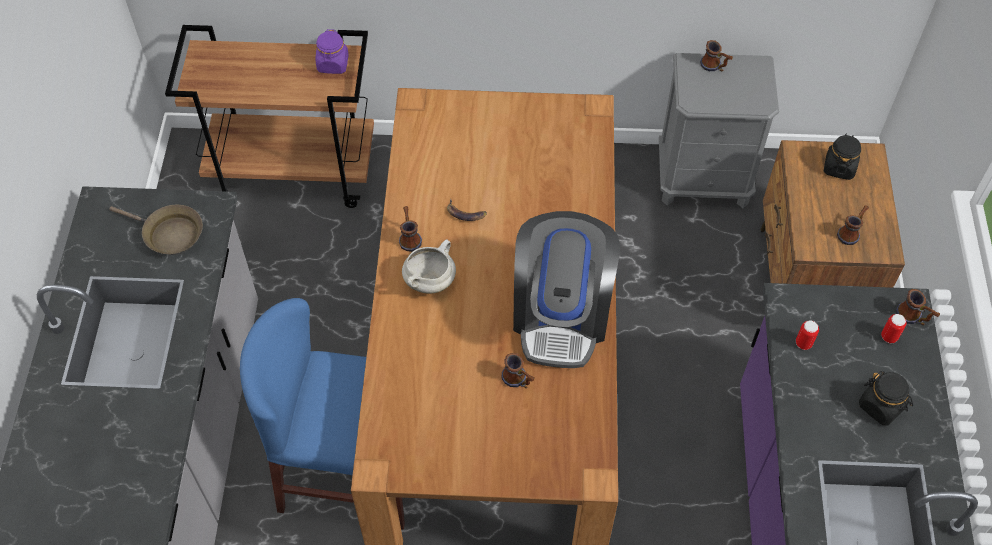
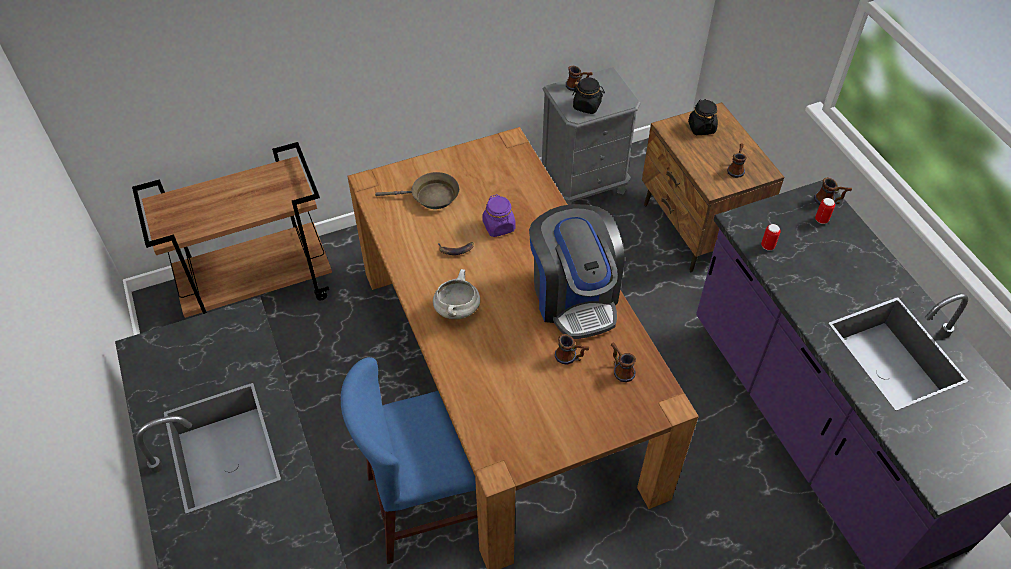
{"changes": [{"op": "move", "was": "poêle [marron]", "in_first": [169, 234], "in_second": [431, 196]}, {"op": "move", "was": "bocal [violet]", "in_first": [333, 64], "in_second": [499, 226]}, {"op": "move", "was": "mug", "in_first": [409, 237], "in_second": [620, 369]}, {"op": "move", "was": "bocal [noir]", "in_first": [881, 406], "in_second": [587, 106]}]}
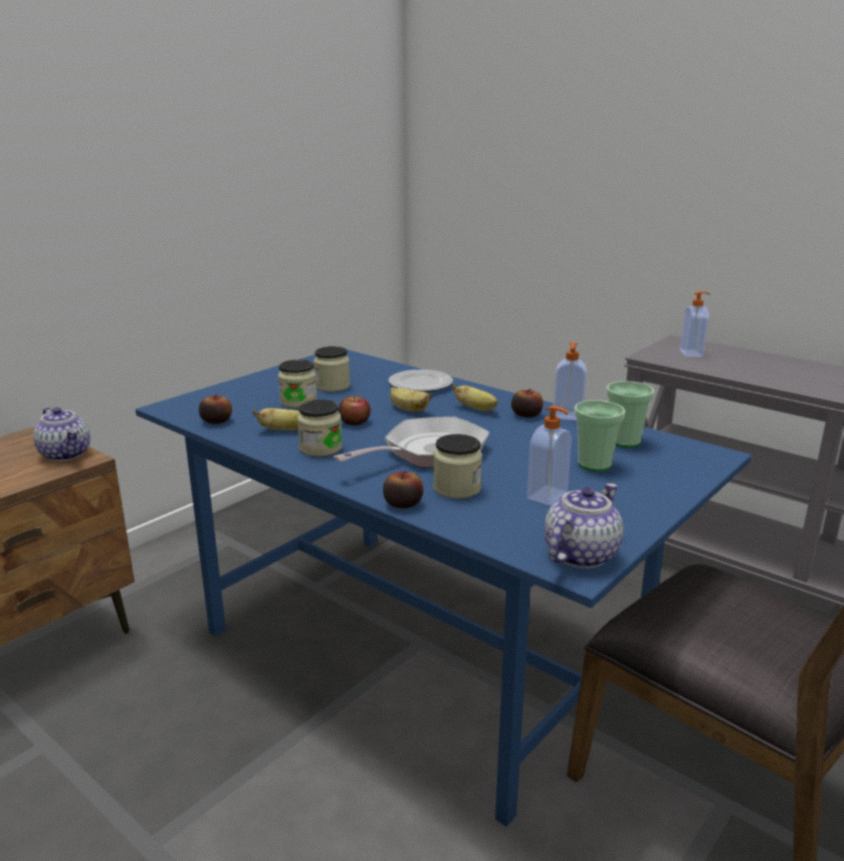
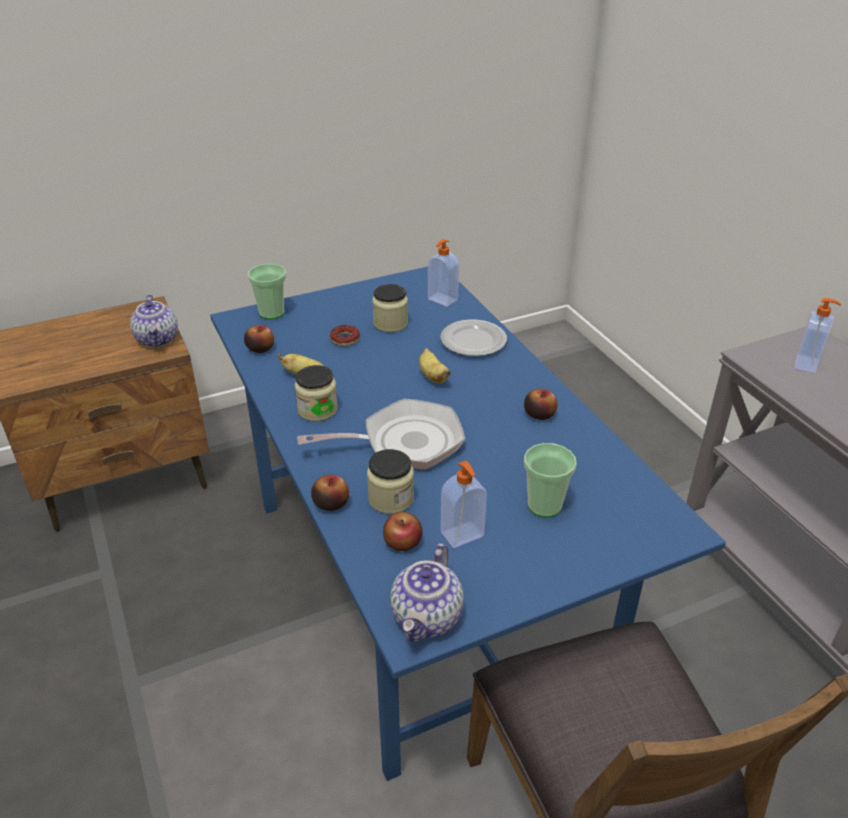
{"changes": [{"op": "delete", "was": "banane", "in_first": [476, 409]}, {"op": "move", "was": "pomme", "in_first": [355, 422], "in_second": [403, 542]}, {"op": "move", "was": "distributeur de savon", "in_first": [567, 416], "in_second": [442, 300]}, {"op": "move", "was": "tasse", "in_first": [624, 441], "in_second": [272, 313]}, {"op": "replace", "was": "bocal", "now": "beignet", "in_first": [298, 402], "in_second": [345, 339]}, {"op": "rotate", "was": "théière", "in_first": [580, 554], "in_second": [427, 618], "clockwise": 135}]}
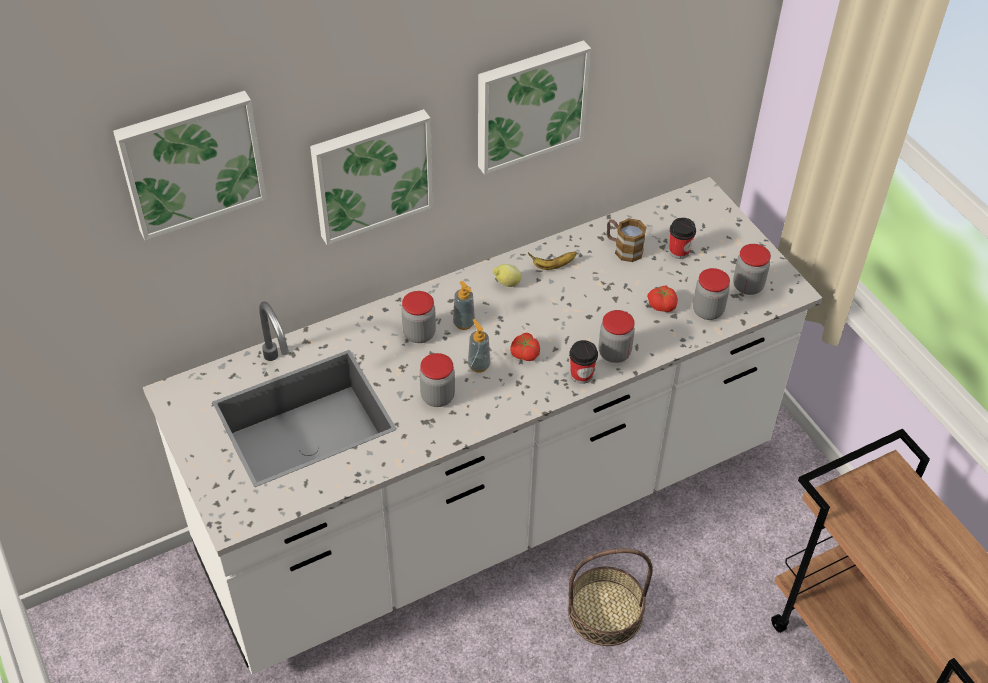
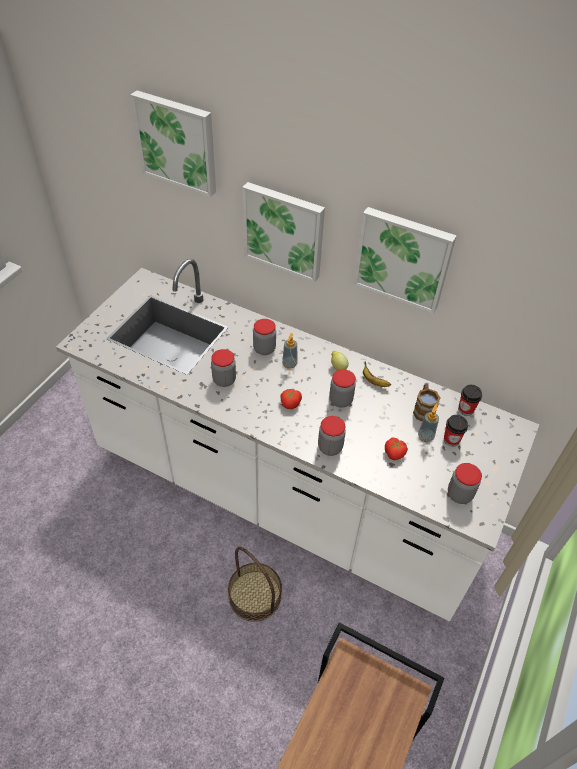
{"changes": [{"op": "move", "was": "distributeur de savon", "in_first": [478, 365], "in_second": [425, 436]}, {"op": "move", "was": "tasse", "in_first": [581, 375], "in_second": [466, 409]}, {"op": "move", "was": "bocal", "in_first": [707, 311], "in_second": [340, 400]}]}
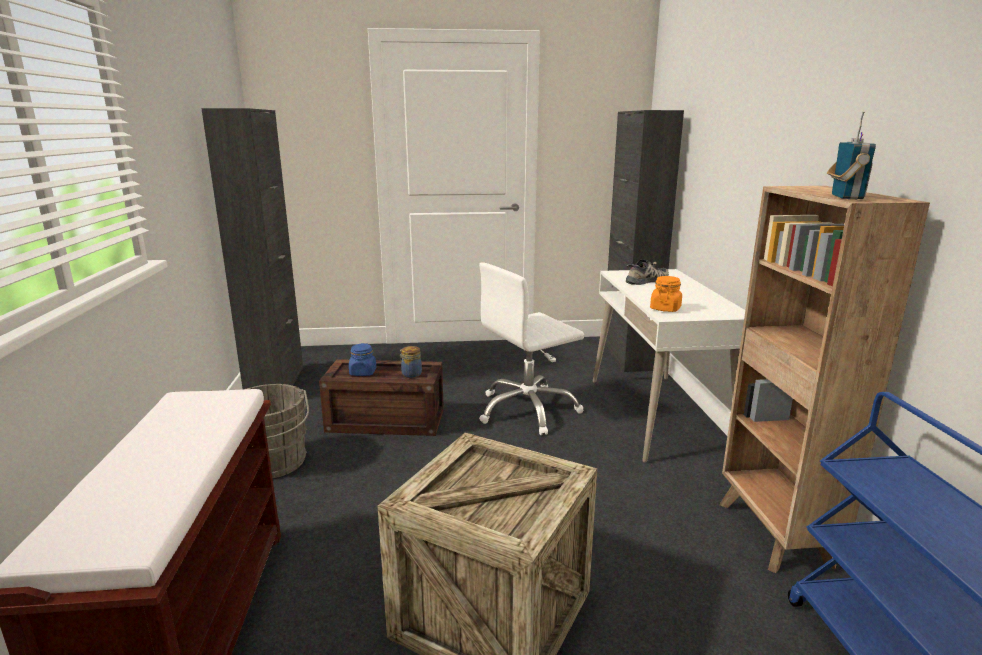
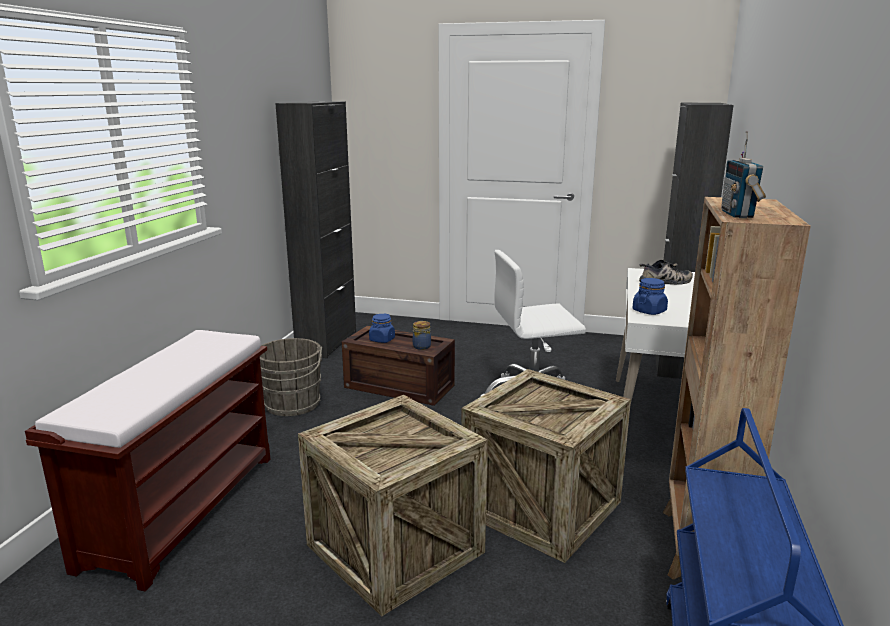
{"changes": [{"op": "insert", "now": "caisse", "in_second": [541, 507]}, {"op": "recolor", "was": "bocal [orange]", "now": "bocal [bleu]", "in_first": [665, 309], "in_second": [649, 311]}, {"op": "rotate", "was": "radio", "in_first": [845, 197], "in_second": [738, 214], "clockwise": 150}]}
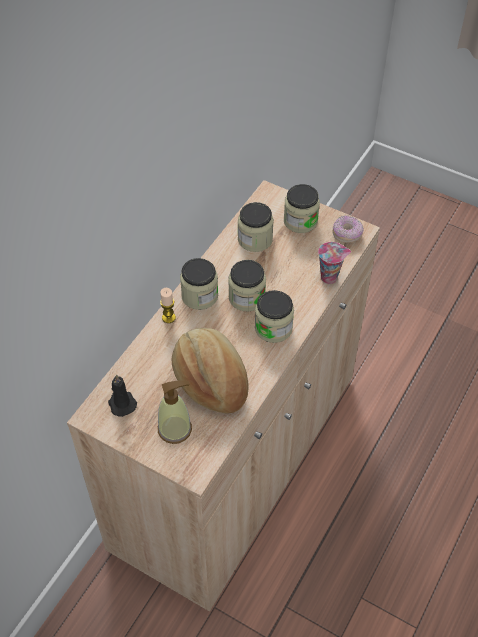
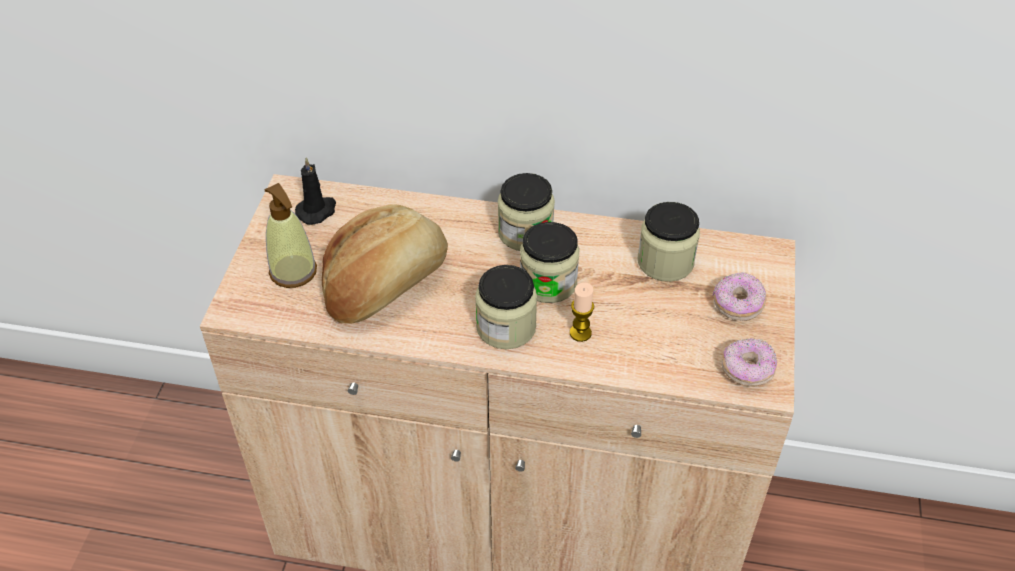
{"changes": [{"op": "delete", "was": "tasse", "in_first": [330, 277]}, {"op": "move", "was": "bougie", "in_first": [168, 317], "in_second": [580, 333]}, {"op": "replace", "was": "bocal", "now": "beignet", "in_first": [300, 221], "in_second": [737, 305]}]}
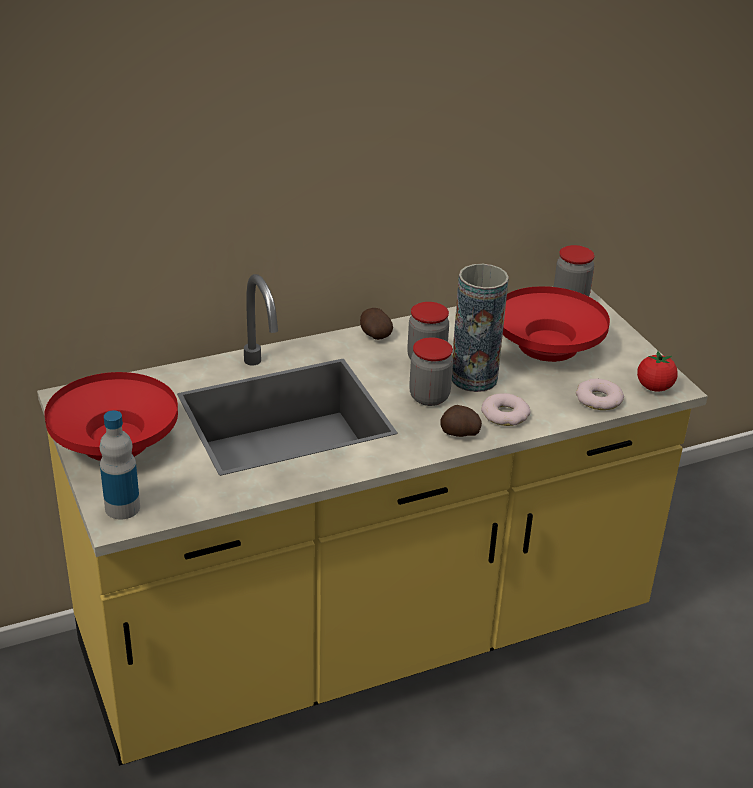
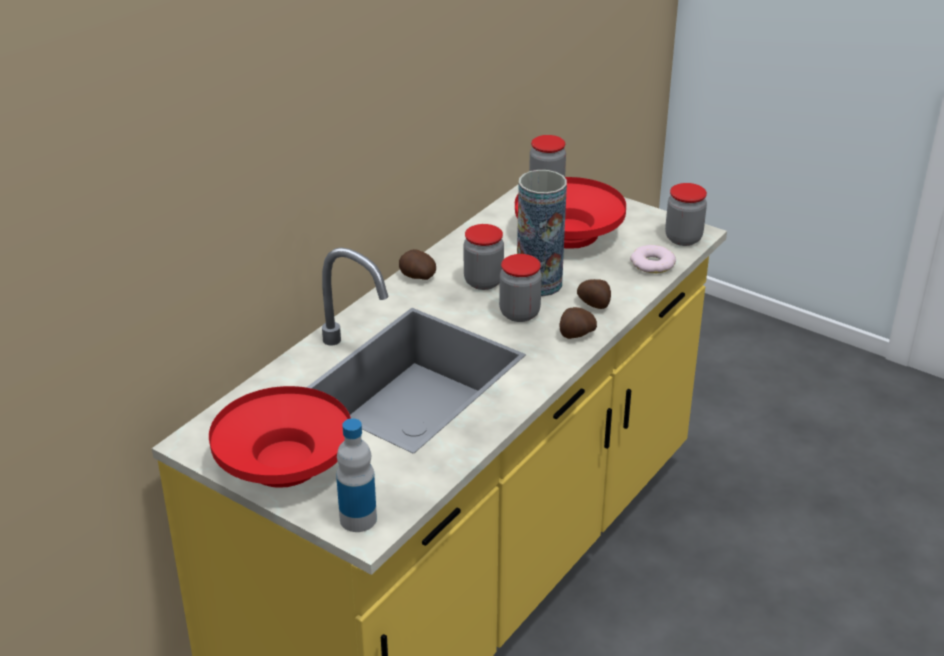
{"changes": [{"op": "replace", "was": "beignet", "now": "pomme de terre", "in_first": [505, 414], "in_second": [594, 304]}, {"op": "replace", "was": "tomate", "now": "bocal", "in_first": [654, 387], "in_second": [683, 238]}]}
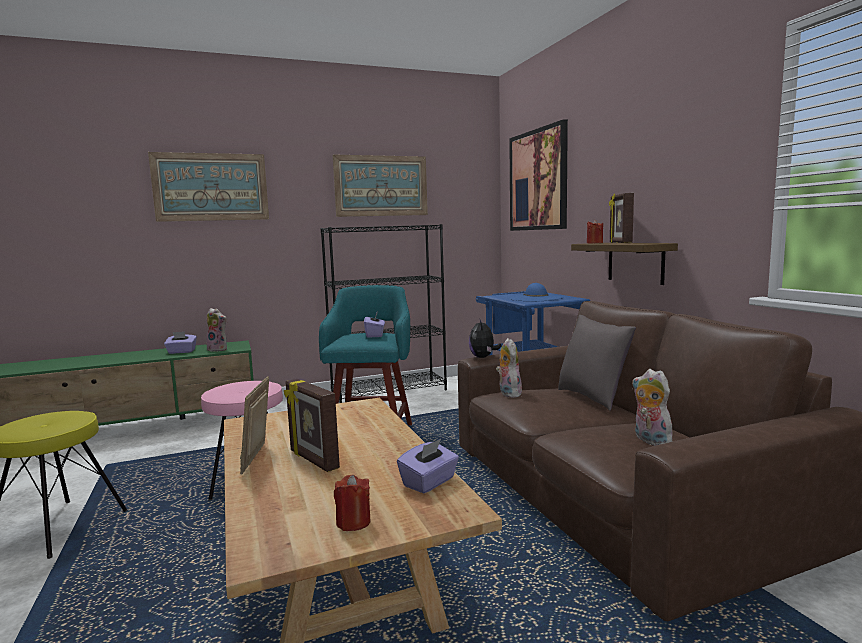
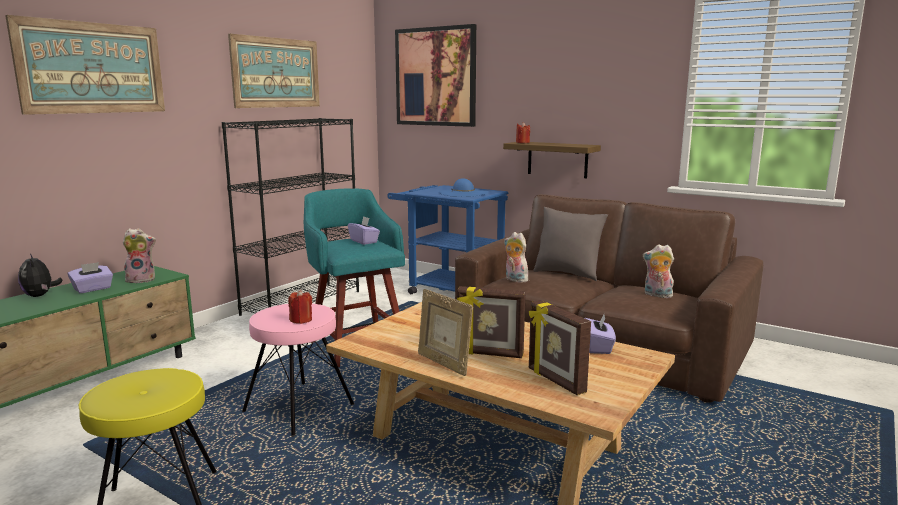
{"changes": [{"op": "move", "was": "bougie [rouge]", "in_first": [353, 522], "in_second": [301, 320]}, {"op": "move", "was": "peluche", "in_first": [483, 357], "in_second": [40, 295]}, {"op": "move", "was": "cadre photo", "in_first": [619, 243], "in_second": [555, 381]}]}
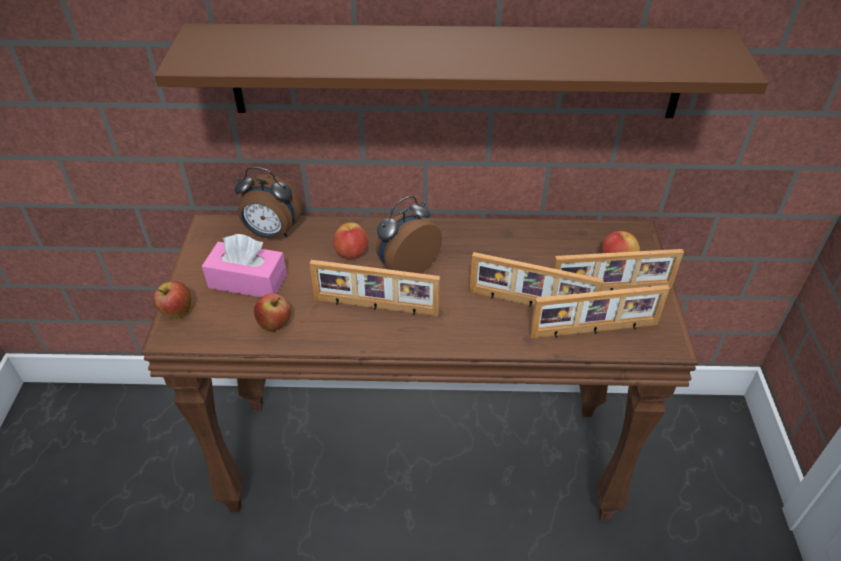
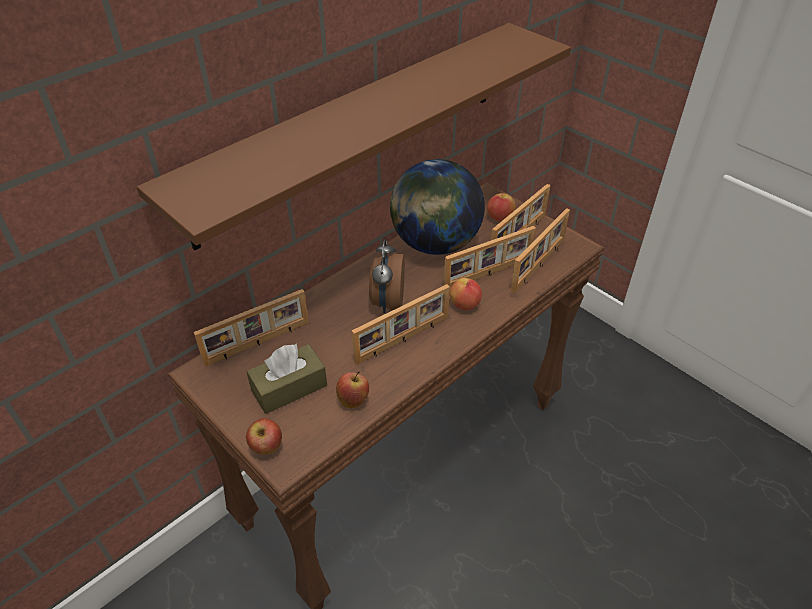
{"changes": [{"op": "insert", "now": "globe", "in_second": [435, 244]}, {"op": "move", "was": "pomme", "in_first": [351, 253], "in_second": [465, 305]}, {"op": "replace", "was": "réveil", "now": "cadre photo", "in_first": [272, 233], "in_second": [258, 343]}, {"op": "recolor", "was": "boîte à mouchoirs [rose]", "now": "boîte à mouchoirs [marron]", "in_first": [247, 281], "in_second": [289, 387]}]}
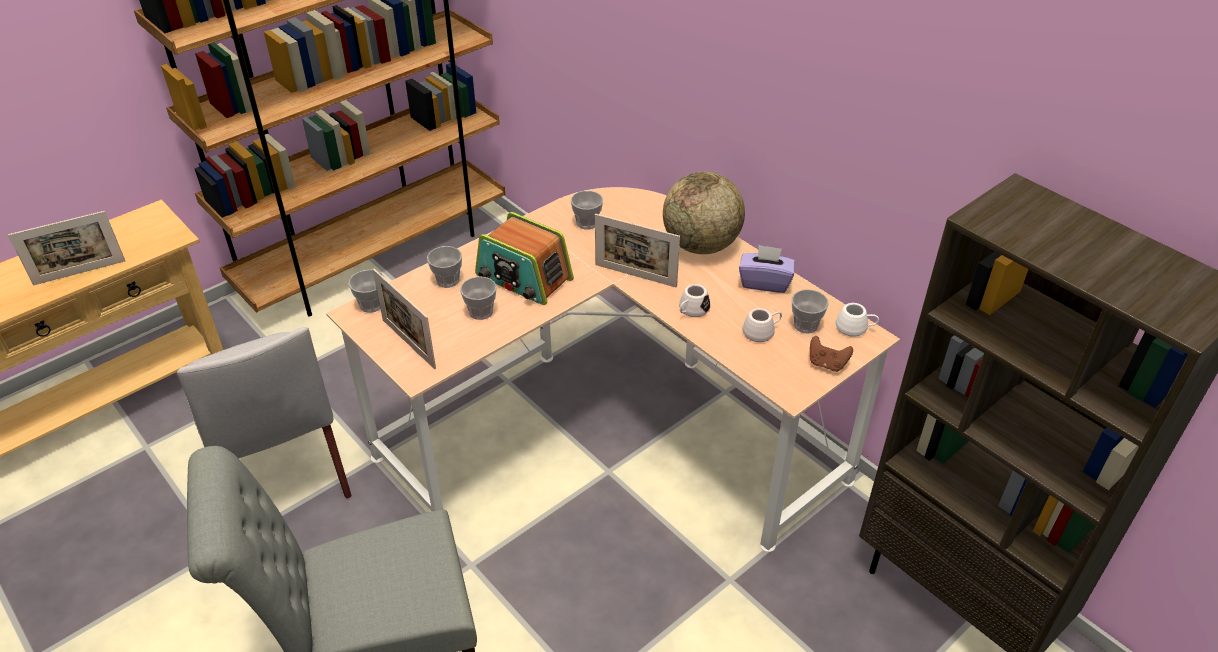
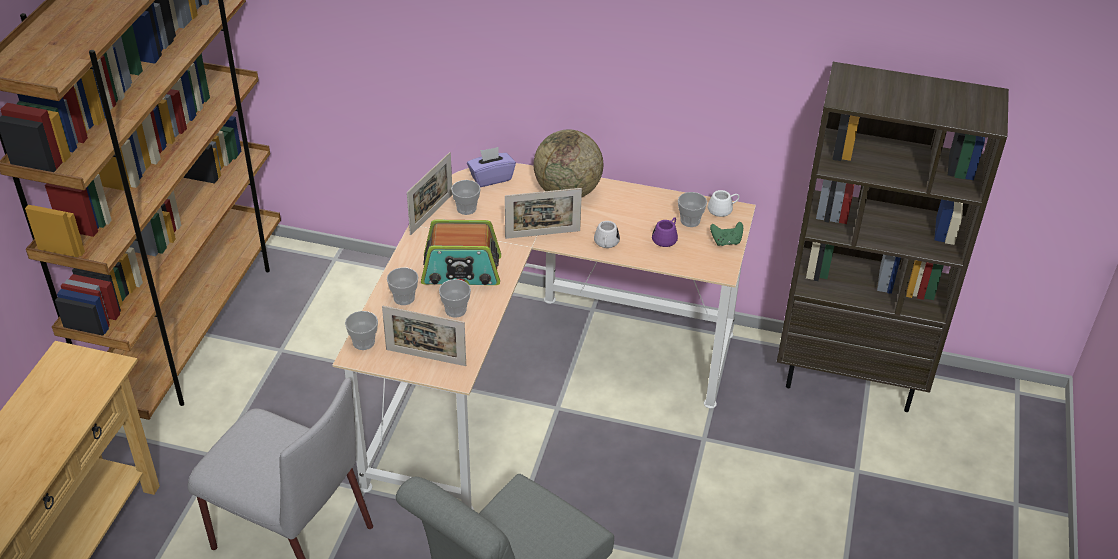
{"changes": [{"op": "move", "was": "cadre photo", "in_first": [79, 272], "in_second": [431, 214]}, {"op": "move", "was": "boîte à mouchoirs [violet]", "in_first": [765, 282], "in_second": [491, 178]}, {"op": "recolor", "was": "mug [blanc]", "now": "mug [violet]", "in_first": [762, 331], "in_second": [666, 238]}, {"op": "recolor", "was": "manette [marron]", "now": "manette [vert]", "in_first": [827, 364], "in_second": [726, 242]}]}
